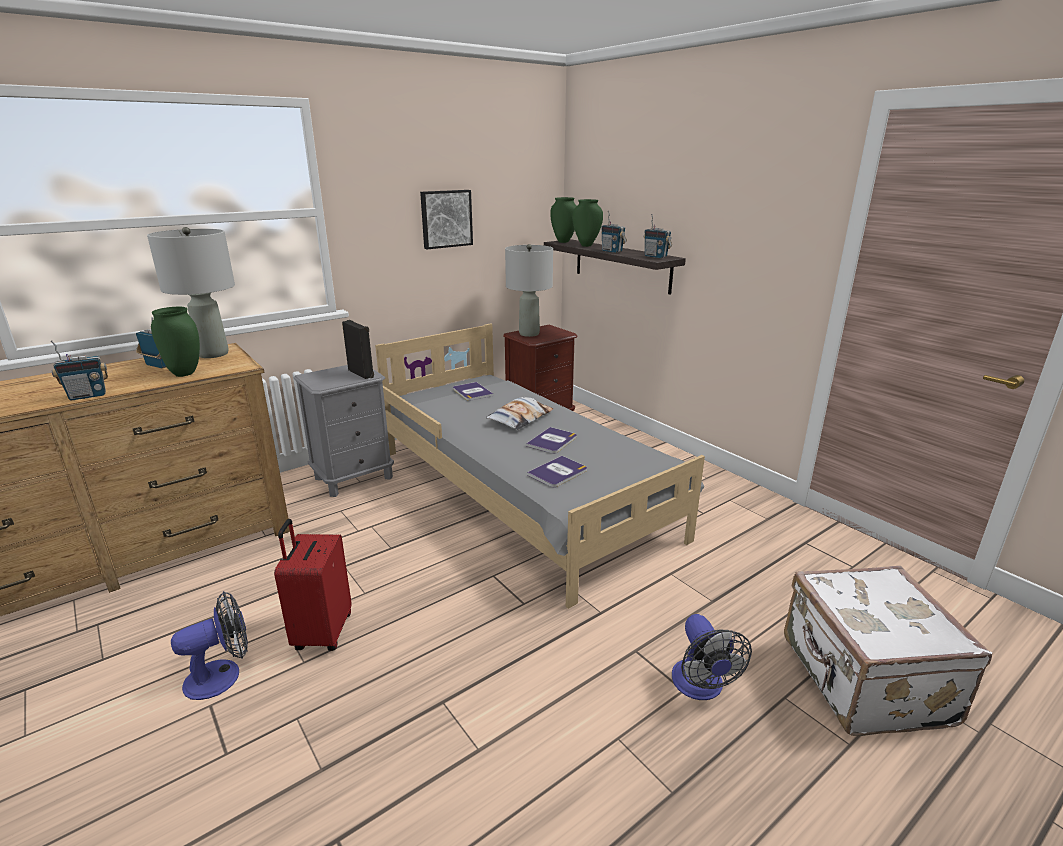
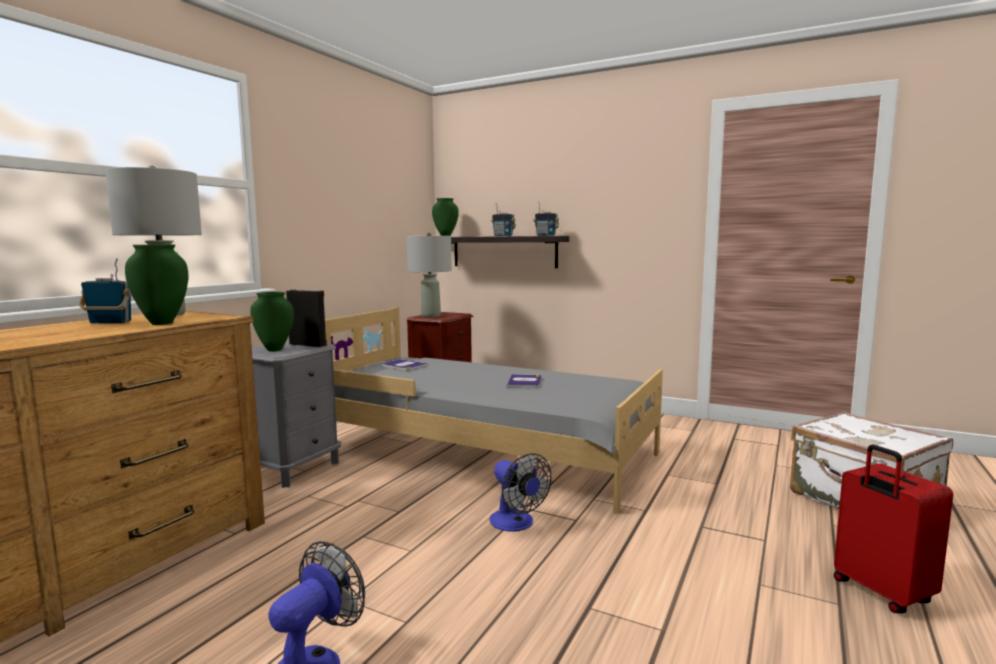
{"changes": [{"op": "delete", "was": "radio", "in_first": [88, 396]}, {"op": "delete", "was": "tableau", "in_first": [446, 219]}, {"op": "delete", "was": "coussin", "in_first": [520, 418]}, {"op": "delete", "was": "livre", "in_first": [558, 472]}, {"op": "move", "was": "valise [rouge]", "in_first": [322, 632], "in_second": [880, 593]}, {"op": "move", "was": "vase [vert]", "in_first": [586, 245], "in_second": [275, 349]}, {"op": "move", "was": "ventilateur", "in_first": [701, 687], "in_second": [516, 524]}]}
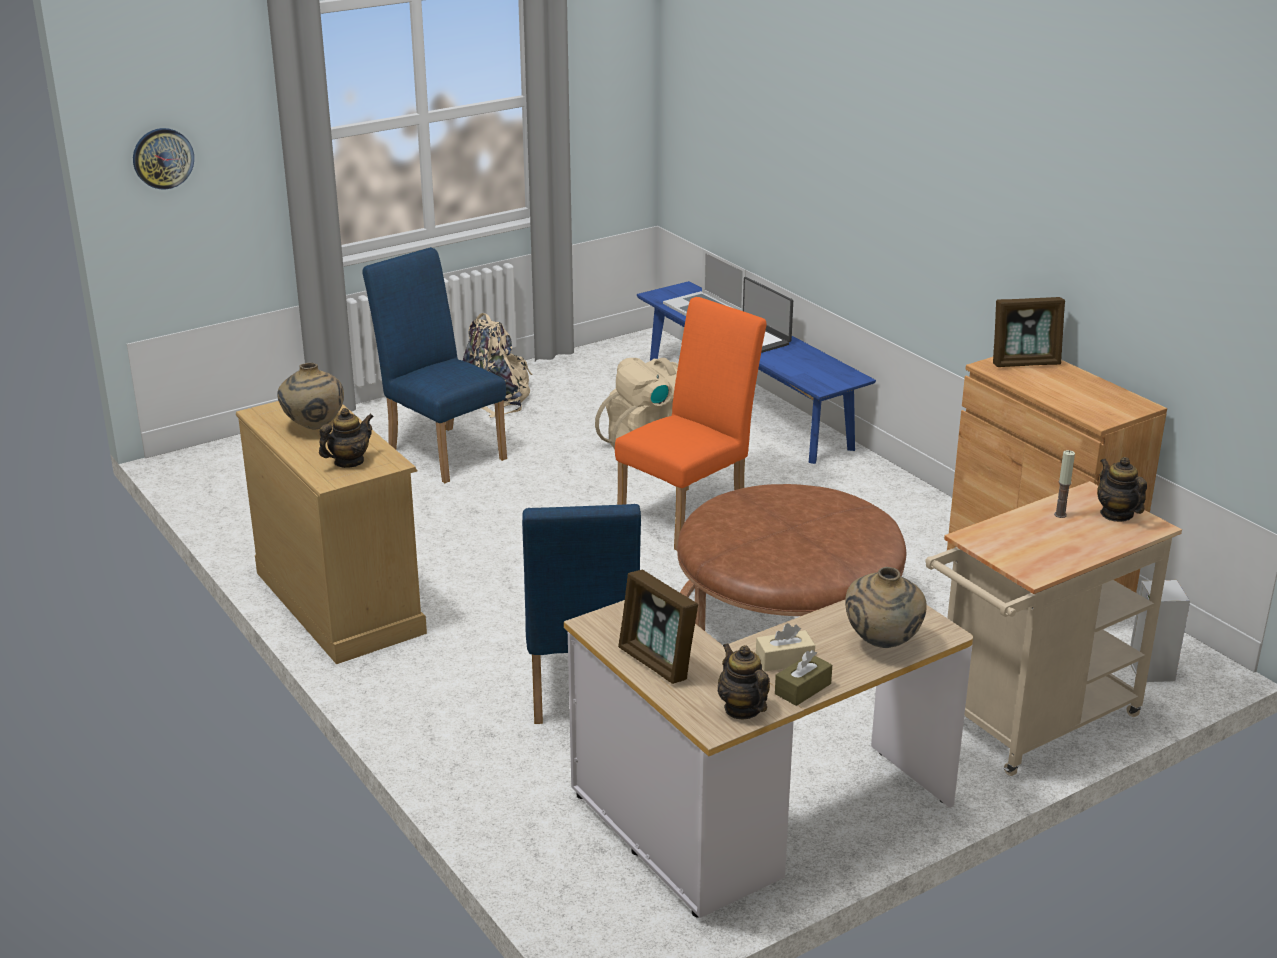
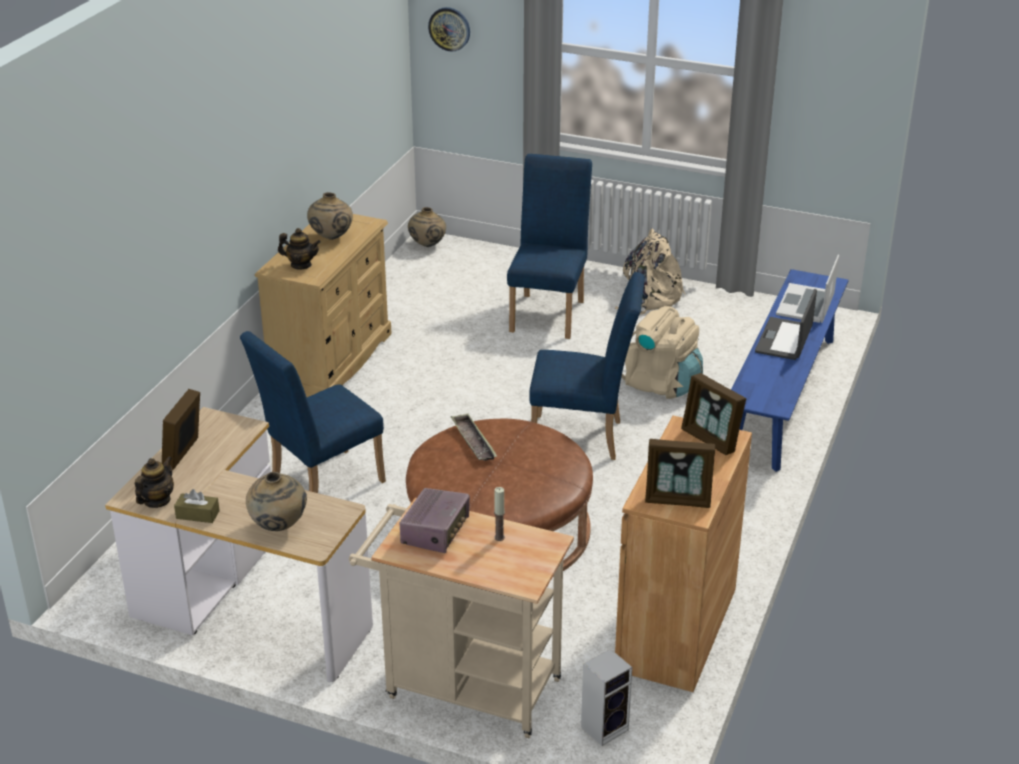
{"changes": [{"op": "delete", "was": "boîte à mouchoirs [beige]", "in_first": [784, 660]}, {"op": "delete", "was": "théière", "in_first": [1116, 514]}, {"op": "insert", "now": "radio", "in_second": [436, 531]}, {"op": "insert", "now": "vase [beige]", "in_second": [427, 245]}, {"op": "insert", "now": "plateau", "in_second": [473, 441]}, {"op": "insert", "now": "cadre photo", "in_second": [678, 500]}, {"op": "recolor", "was": "chaise [orange]", "now": "chaise [bleu]", "in_first": [689, 514], "in_second": [584, 437]}]}
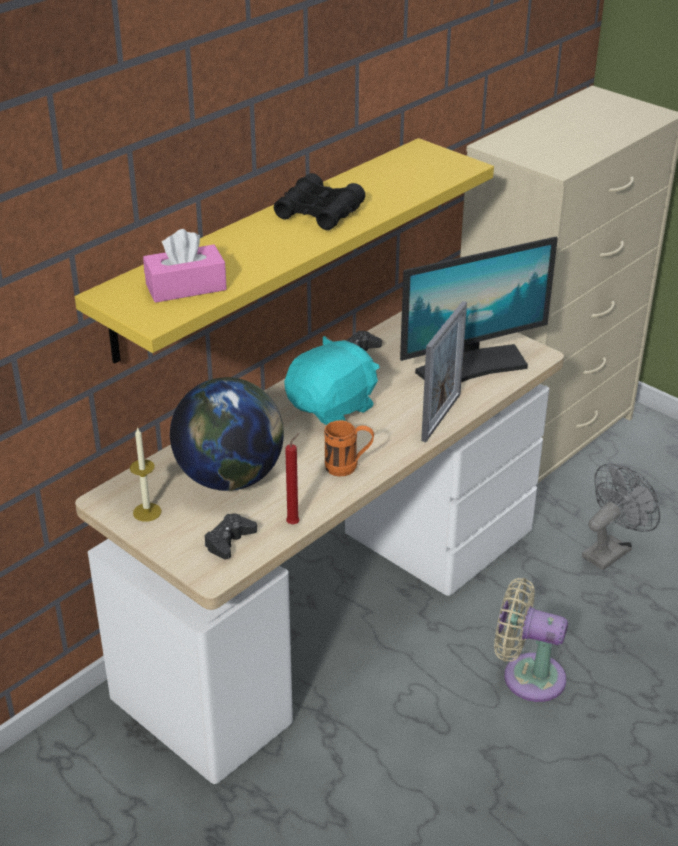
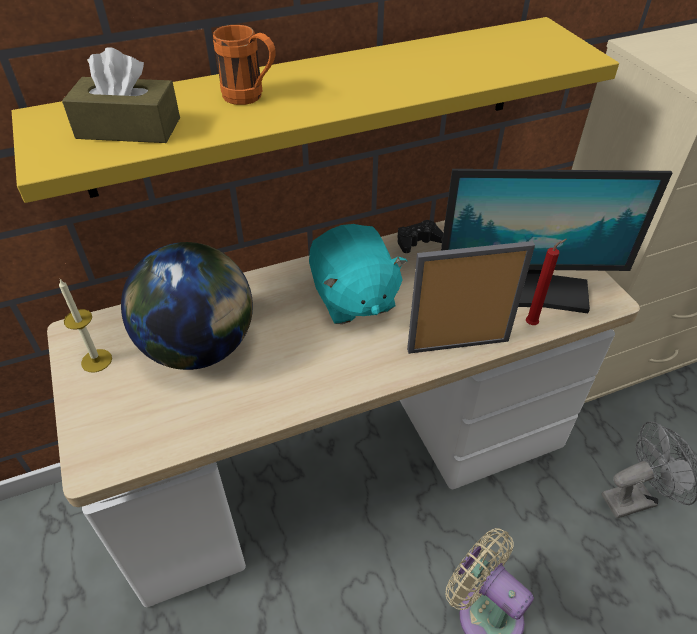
{"changes": [{"op": "delete", "was": "manette [noir]", "in_first": [229, 541]}, {"op": "delete", "was": "jumelles [noir]", "in_first": [319, 213]}, {"op": "move", "was": "bougie [rouge]", "in_first": [294, 523], "in_second": [533, 324]}, {"op": "move", "was": "mug [orange]", "in_first": [348, 467], "in_second": [250, 98]}, {"op": "recolor", "was": "boîte à mouchoirs [rose]", "now": "boîte à mouchoirs [marron]", "in_first": [186, 287], "in_second": [128, 128]}, {"op": "rotate", "was": "peluche [turquoise]", "in_first": [333, 408], "in_second": [353, 298], "clockwise": 90}, {"op": "rotate", "was": "cadre photo", "in_first": [441, 417], "in_second": [458, 345], "clockwise": -150}]}
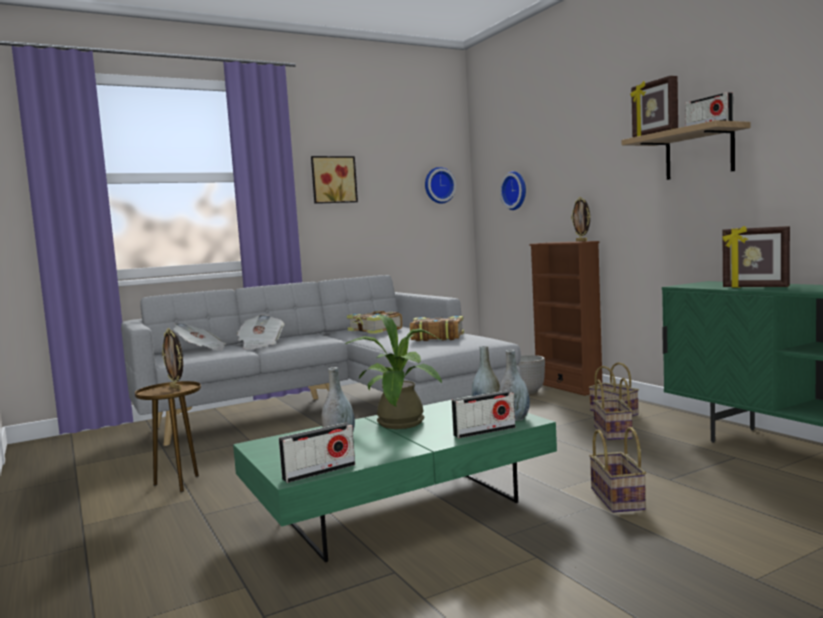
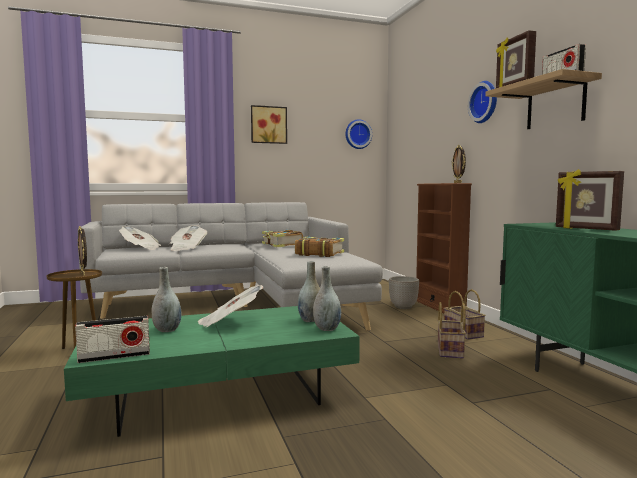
{"changes": [{"op": "delete", "was": "radio", "in_first": [484, 431]}, {"op": "delete", "was": "panier", "in_first": [619, 499]}, {"op": "move", "was": "horloge murale", "in_first": [515, 190], "in_second": [485, 102]}, {"op": "replace", "was": "plante en pot", "now": "journal", "in_first": [401, 425], "in_second": [229, 323]}]}
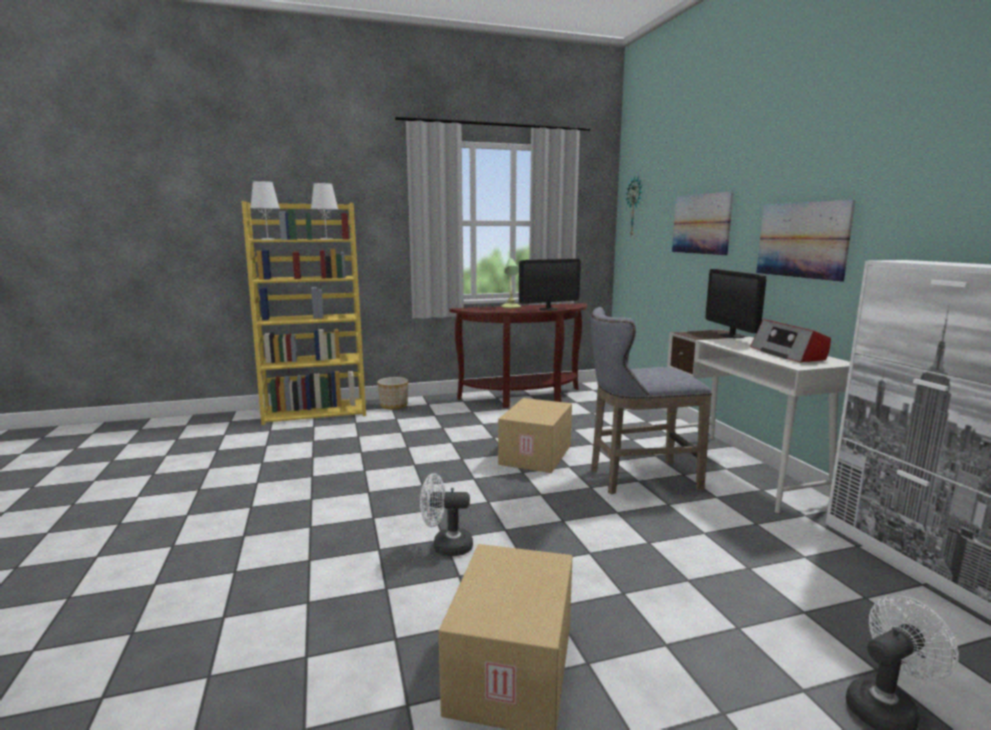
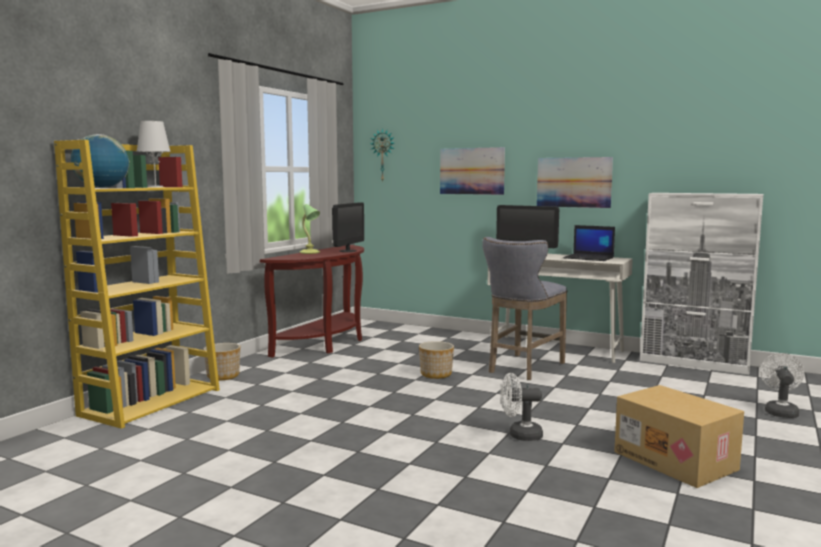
{"changes": [{"op": "replace", "was": "lampe de table [blanc]", "now": "globe", "in_first": [268, 239], "in_second": [102, 188]}, {"op": "replace", "was": "carton", "now": "cache-pot", "in_first": [536, 455], "in_second": [436, 374]}, {"op": "replace", "was": "radio", "now": "ordinateur portable", "in_first": [788, 354], "in_second": [589, 258]}, {"op": "rotate", "was": "ventilateur [blanc]", "in_first": [446, 546], "in_second": [520, 435], "clockwise": 45}]}
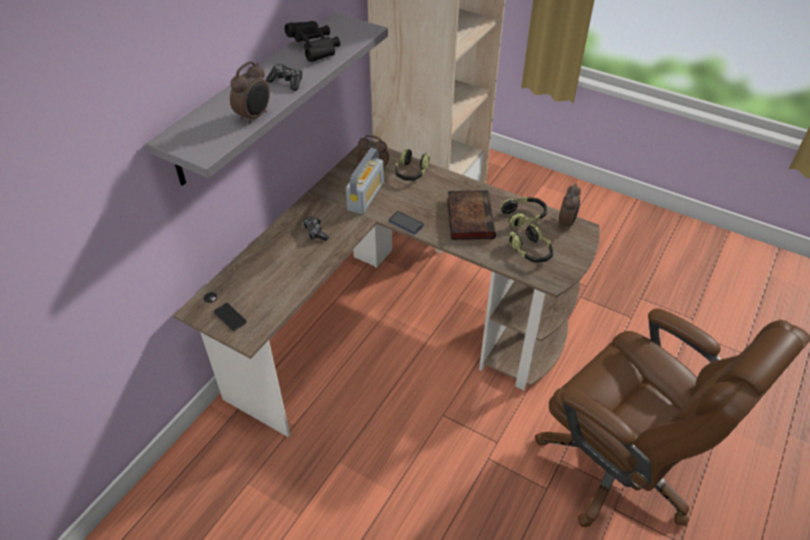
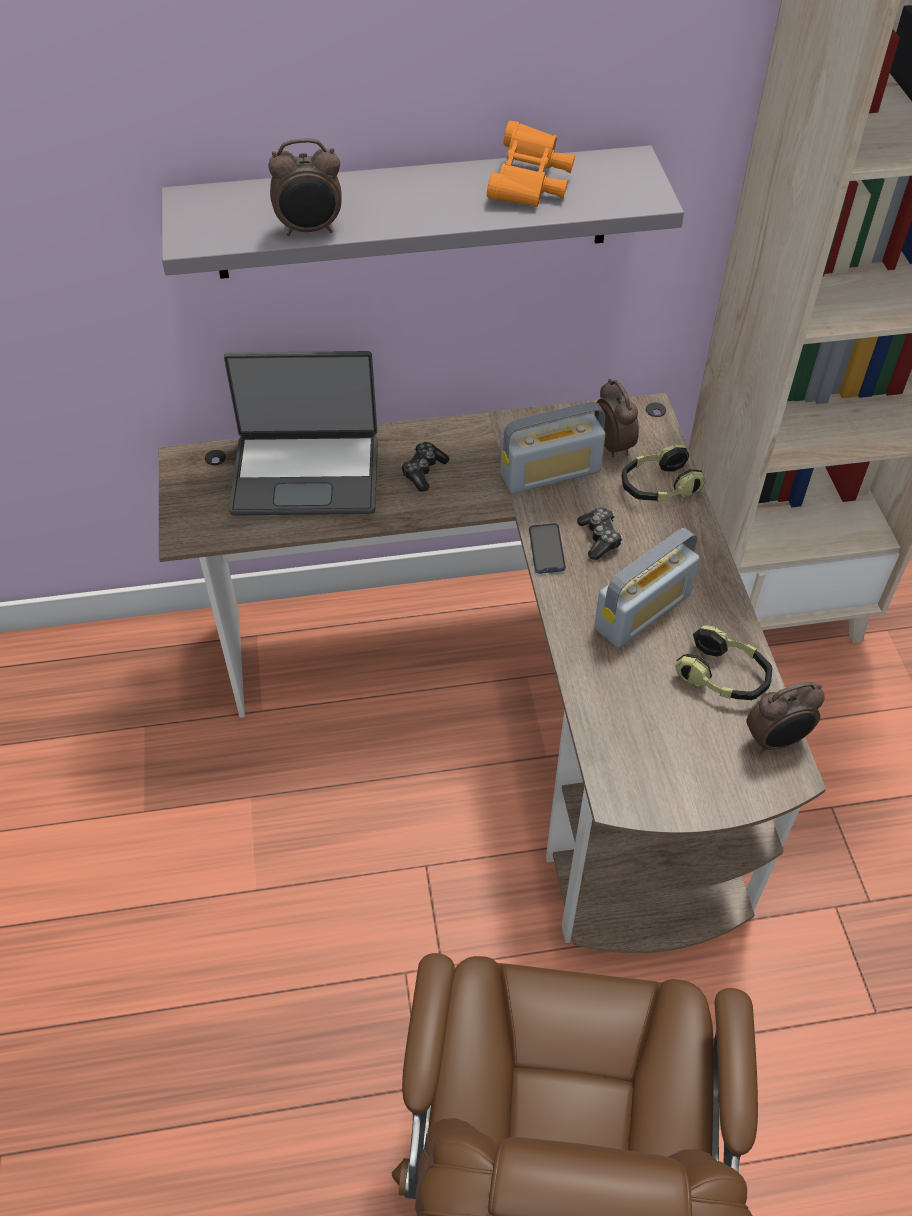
{"changes": [{"op": "delete", "was": "téléphone", "in_first": [230, 317]}, {"op": "delete", "was": "casque audio", "in_first": [531, 251]}, {"op": "insert", "now": "ordinateur portable", "in_second": [306, 474]}, {"op": "move", "was": "manette", "in_first": [287, 82], "in_second": [599, 538]}, {"op": "replace", "was": "livre", "now": "radio", "in_first": [469, 217], "in_second": [643, 611]}, {"op": "recolor", "was": "jumelles [noir]", "now": "jumelles [orange]", "in_first": [315, 49], "in_second": [530, 185]}]}
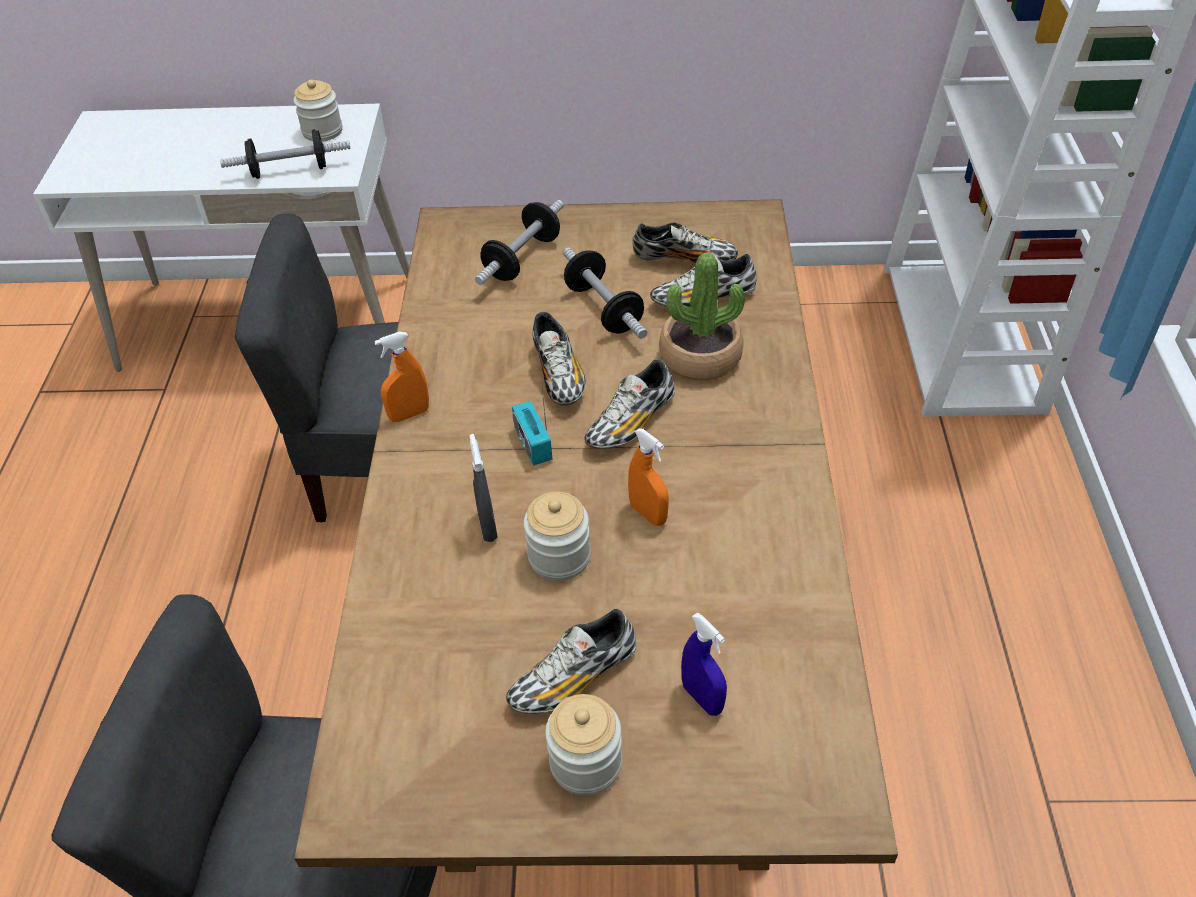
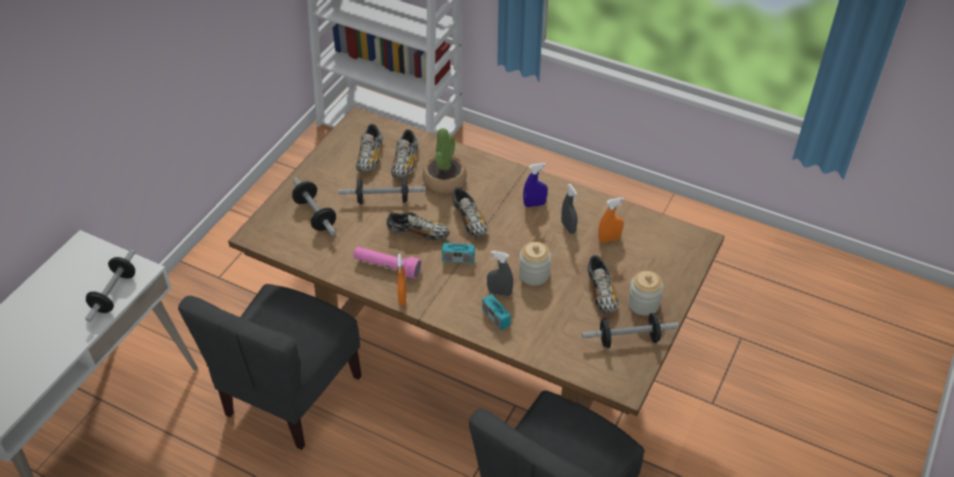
{"changes": [{"op": "delete", "was": "bocal", "in_first": [322, 131]}, {"op": "insert", "now": "lampe de poche [rose]", "in_second": [387, 267]}, {"op": "insert", "now": "radio", "in_second": [496, 318]}, {"op": "insert", "now": "vaporisateur [gris]", "in_second": [568, 227]}, {"op": "insert", "now": "haltère", "in_second": [628, 339]}, {"op": "move", "was": "vaporisateur [orange]", "in_first": [648, 514], "in_second": [609, 239]}, {"op": "move", "was": "vaporisateur [bleu]", "in_first": [702, 698], "in_second": [534, 204]}, {"op": "rotate", "was": "chaussure", "in_first": [684, 260], "in_second": [370, 157], "clockwise": 150}]}
